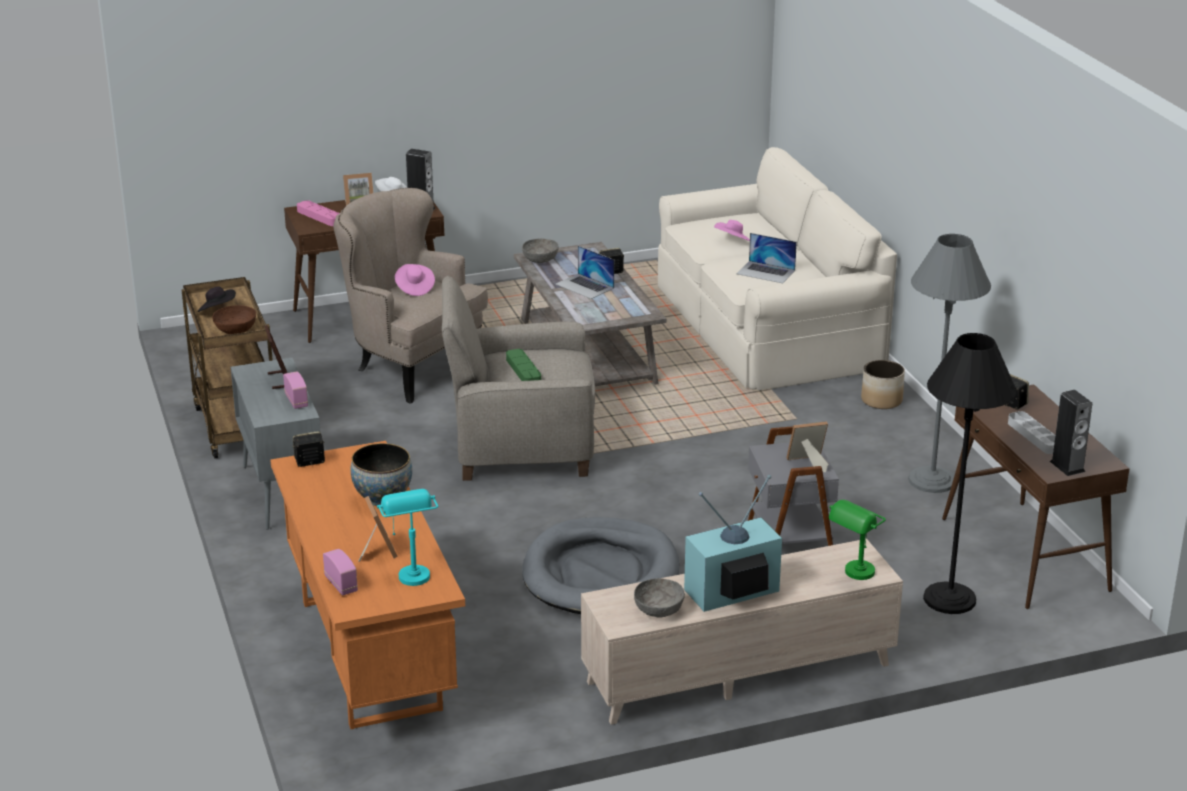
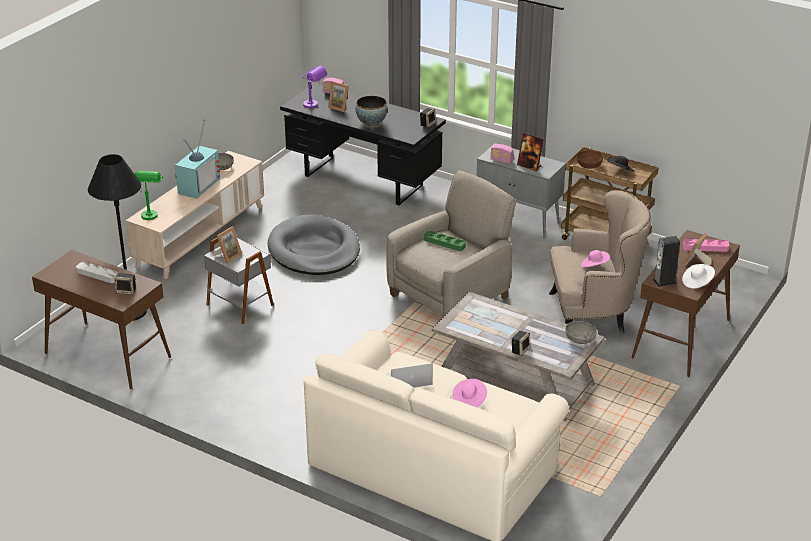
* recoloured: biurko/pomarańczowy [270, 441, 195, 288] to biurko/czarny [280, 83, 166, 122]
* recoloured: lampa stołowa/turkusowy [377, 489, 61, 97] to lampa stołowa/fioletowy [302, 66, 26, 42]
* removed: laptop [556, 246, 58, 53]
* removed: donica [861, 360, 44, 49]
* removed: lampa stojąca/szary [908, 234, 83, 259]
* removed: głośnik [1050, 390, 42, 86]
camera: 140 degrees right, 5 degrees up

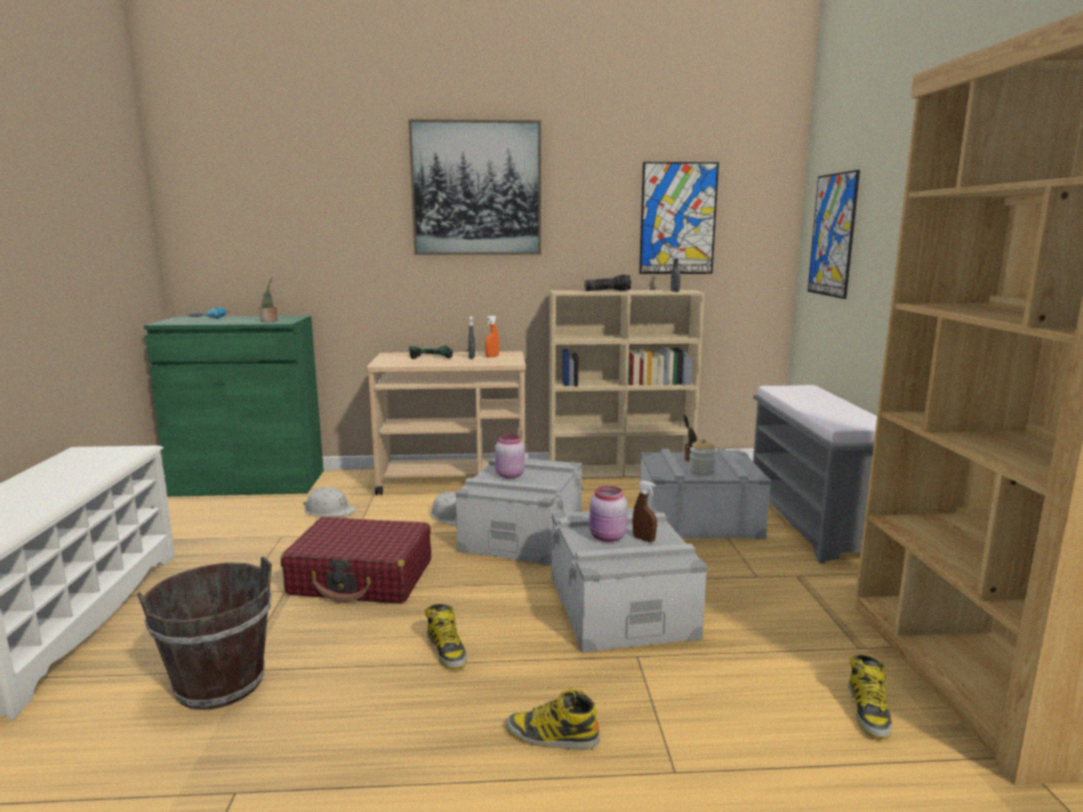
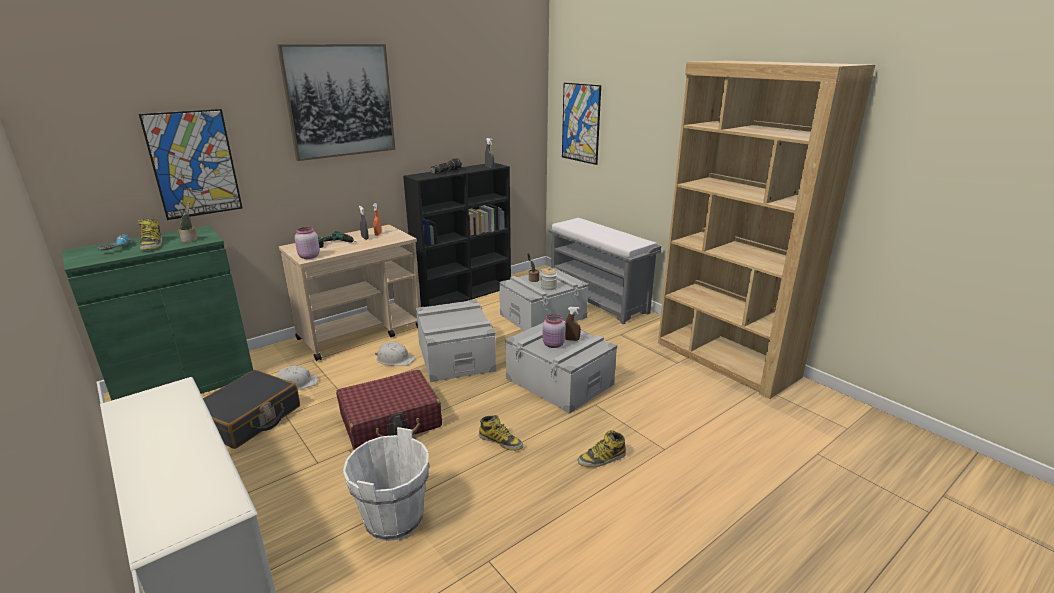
* moved: but z cholewką [848, 655, 44, 84] to [138, 219, 24, 31]
* moved: obraz [639, 162, 80, 112] to [139, 109, 103, 111]
* added: walizka/czarny [203, 370, 97, 79]
* moved: słoik/różowy [495, 434, 30, 44] to [295, 227, 25, 32]
* recoloured: wiadro/brązowy [137, 556, 135, 154] to wiadro/biały [343, 427, 86, 114]
* recoloured: regał/beżowy [549, 290, 156, 189] to regał/czarny [403, 163, 108, 144]
camera: 35 degrees left, 10 degrees up

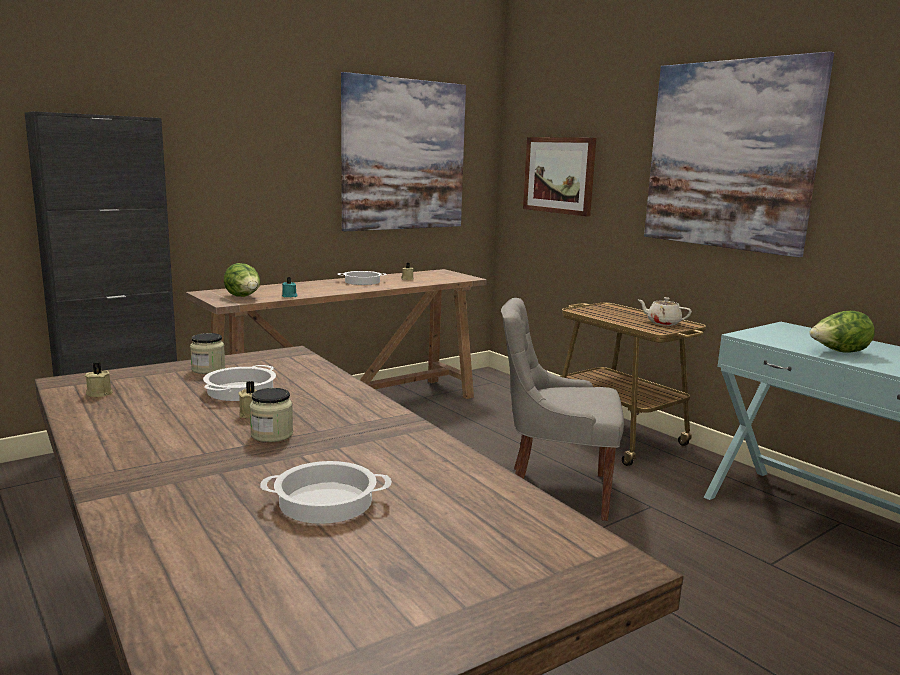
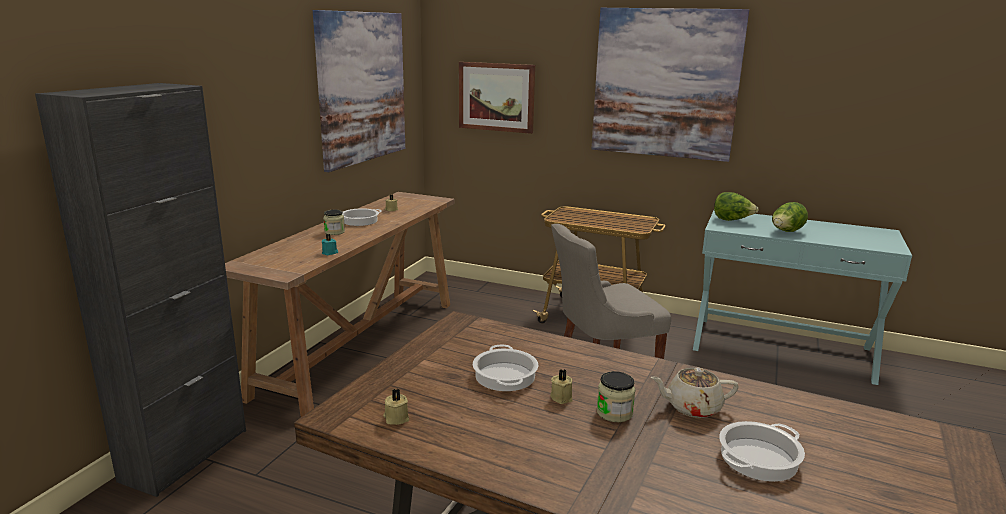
* moved: słoik [190, 333, 35, 41] to [323, 210, 22, 25]
* moved: imbryk/beżowy [638, 297, 54, 29] to [650, 368, 89, 50]
* moved: sałata [224, 263, 36, 34] to [714, 192, 45, 29]
camera: 30 degrees left, 5 degrees up

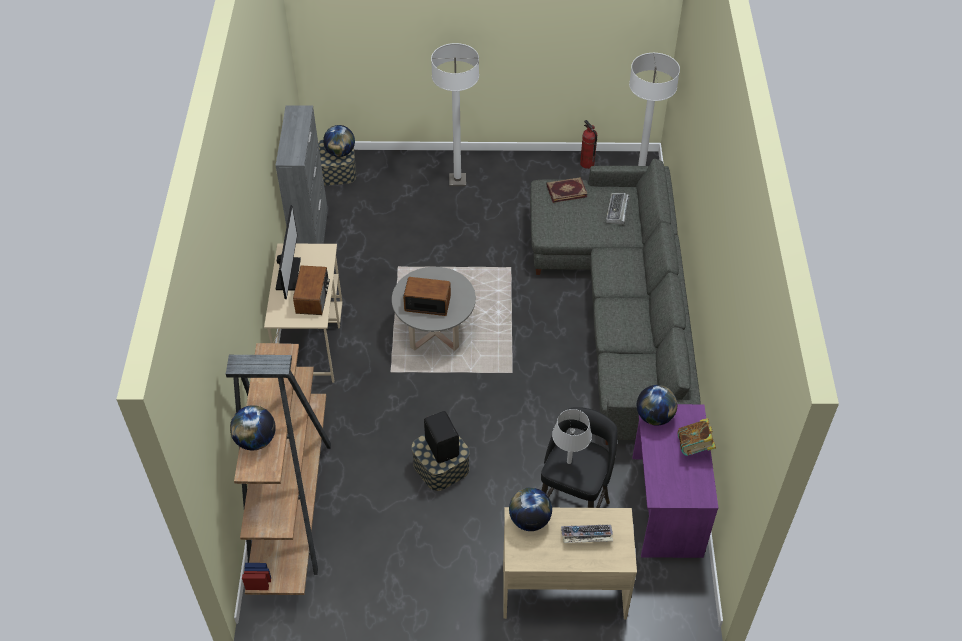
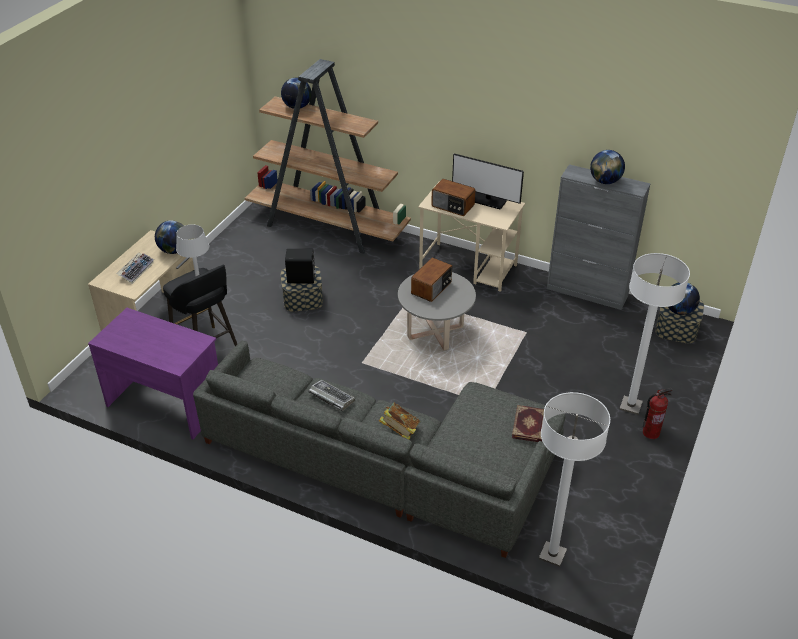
* moved: klawiatura [606, 193, 23, 31] to [308, 380, 47, 31]
* moved: książka [678, 418, 38, 38] to [379, 403, 41, 36]
* moved: globus [637, 385, 40, 41] to [590, 150, 35, 34]
* moved: gaśnica [580, 120, 17, 49] to [643, 388, 29, 51]
camera: 115 degrees right, 10 degrees down

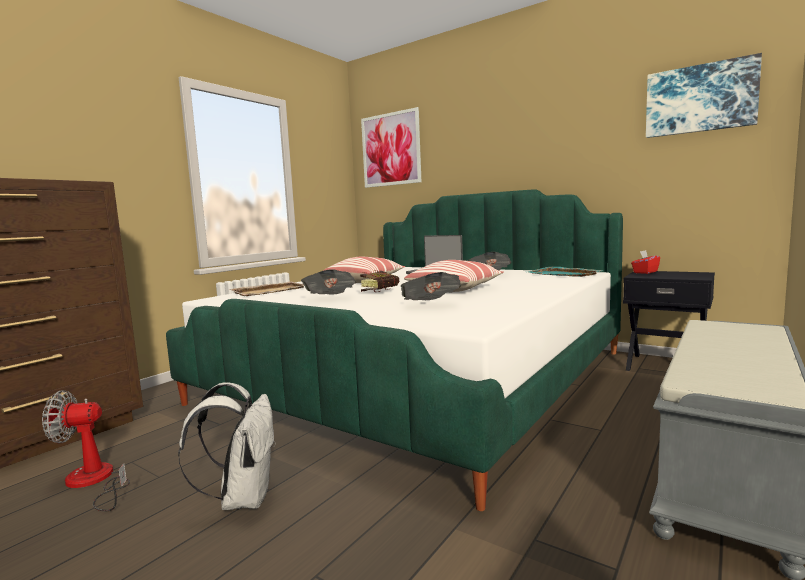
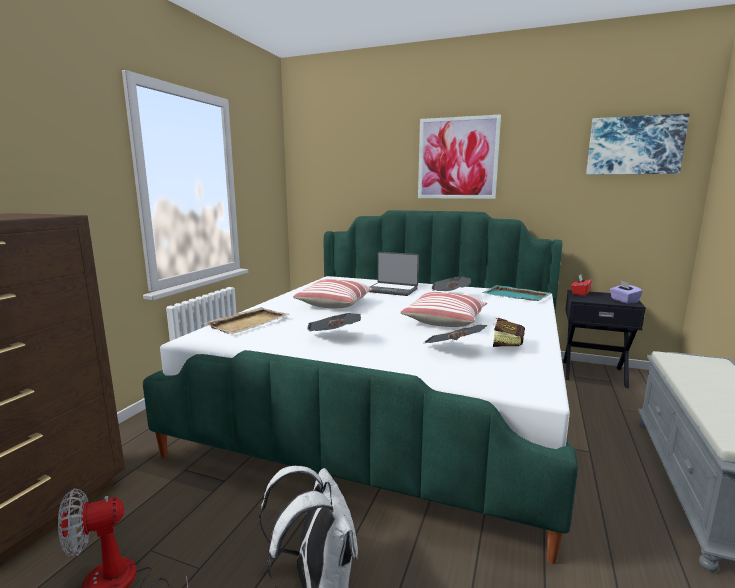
* moved: obraz [361, 107, 60, 81] to [418, 114, 83, 85]
* moved: książka [360, 270, 39, 22] to [493, 318, 32, 29]
* added: pudełko chusteczek/fioletowy [610, 281, 33, 23]
camera: 15 degrees left, 5 degrees up

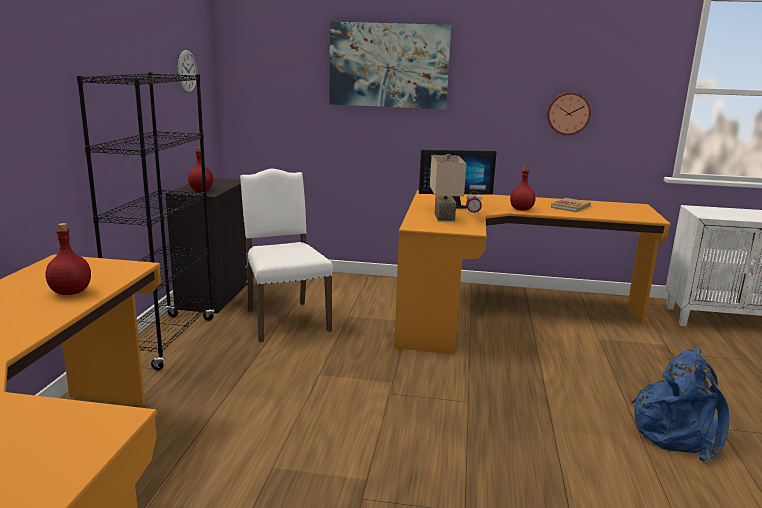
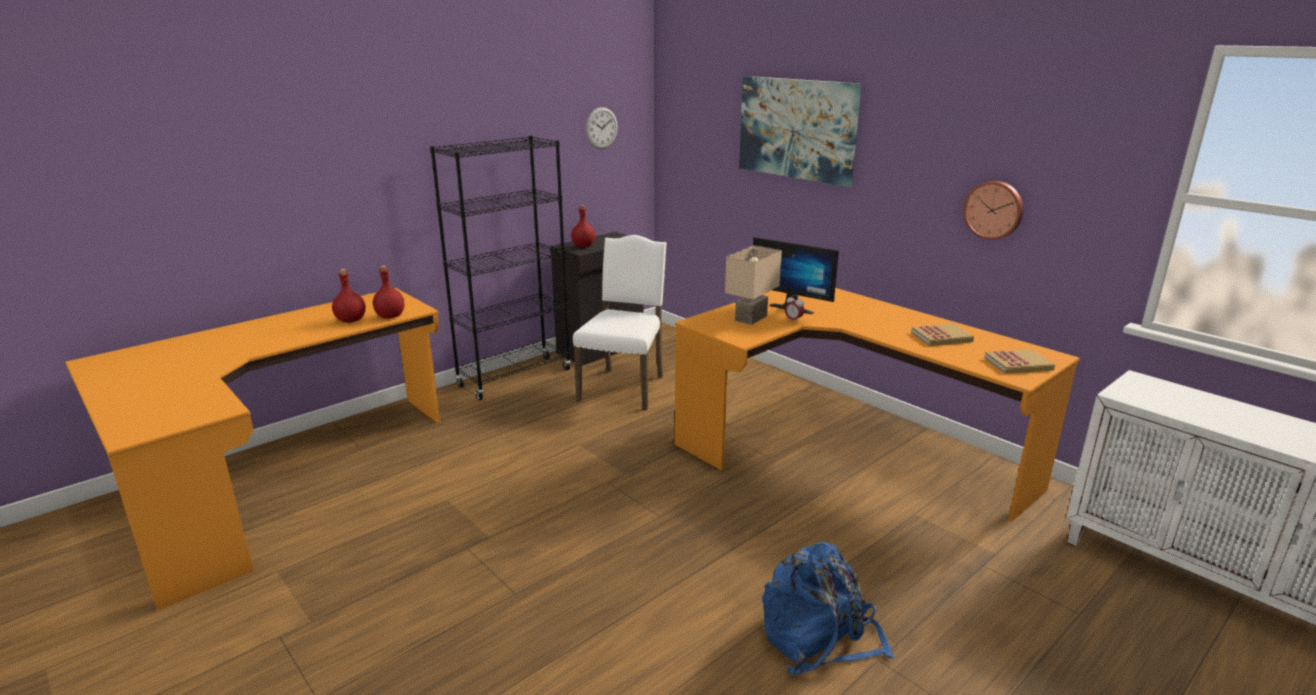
* moved: butelka/czerwony [510, 167, 26, 44] to [373, 266, 32, 53]
* added: książka [985, 349, 70, 25]
camera: 40 degrees right, 5 degrees up

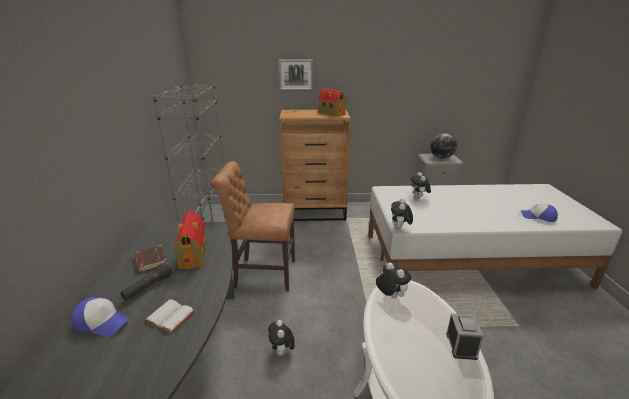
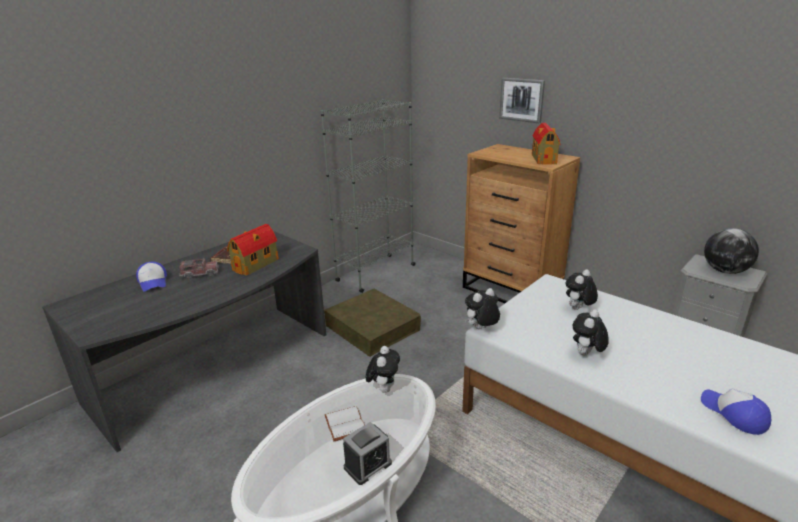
* replaced: latarka/czarny [120, 263, 52, 37] to ciężarówka zabawkowa [179, 258, 40, 21]
* replaced: krzesło/brązowy [211, 161, 84, 130] to pojemnik do przechowywania/brązowy [324, 289, 97, 68]
* moved: książka/biały [144, 299, 52, 34] to [325, 406, 40, 35]
* moved: pluszak [268, 320, 27, 36] to [573, 309, 36, 47]
camera: 45 degrees right, 0 degrees up

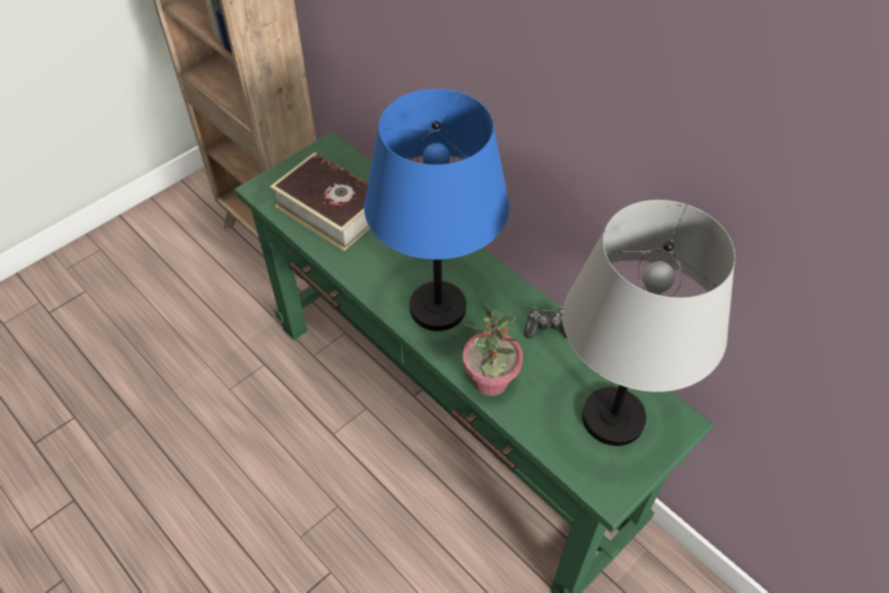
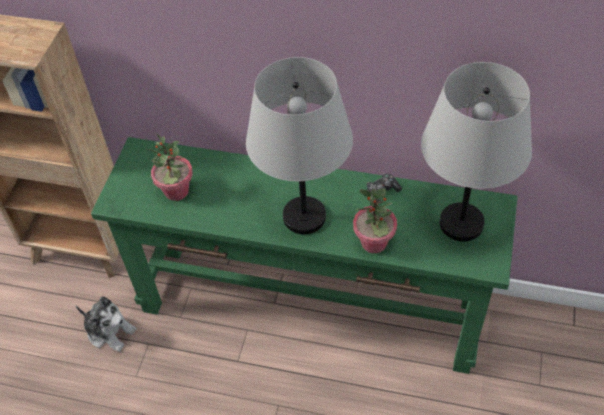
* added: pluszak [76, 296, 60, 56]
* replaced: książka [270, 152, 100, 99] to roślina doniczkowa [147, 133, 46, 68]
* recoloured: lampa stołowa/niebieski [364, 89, 146, 242] to lampa stołowa/szary [246, 57, 107, 177]
camera: 30 degrees left, 0 degrees up

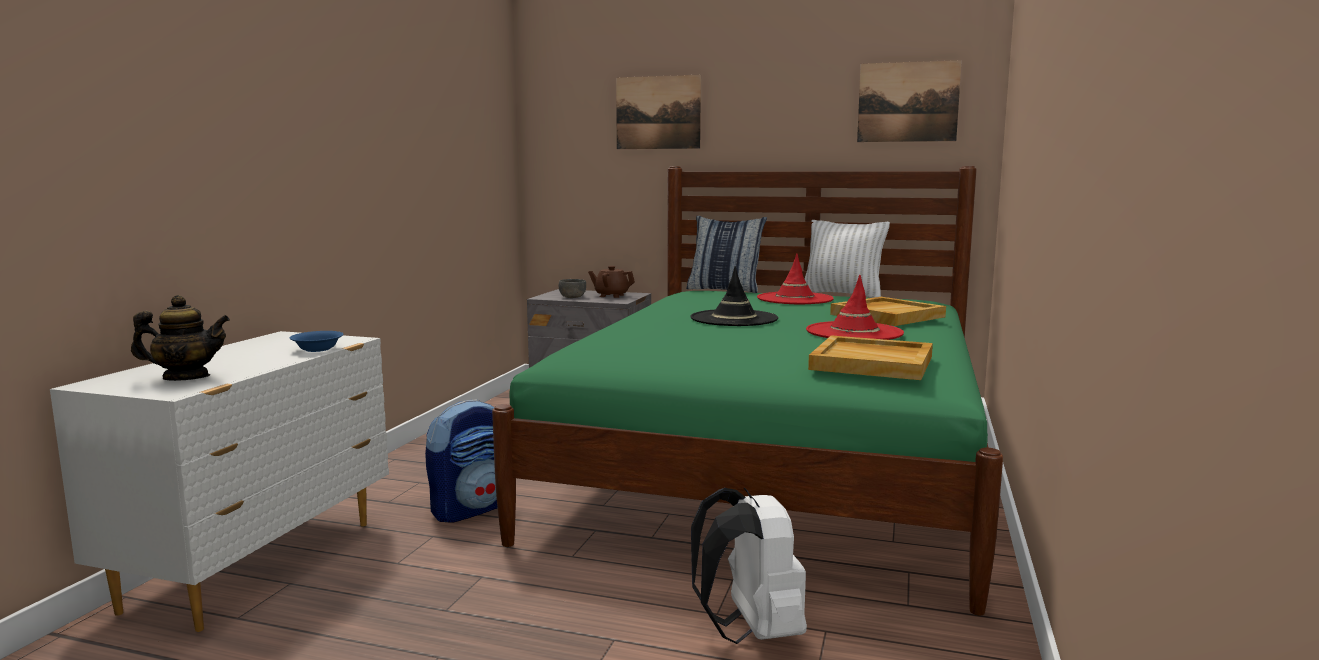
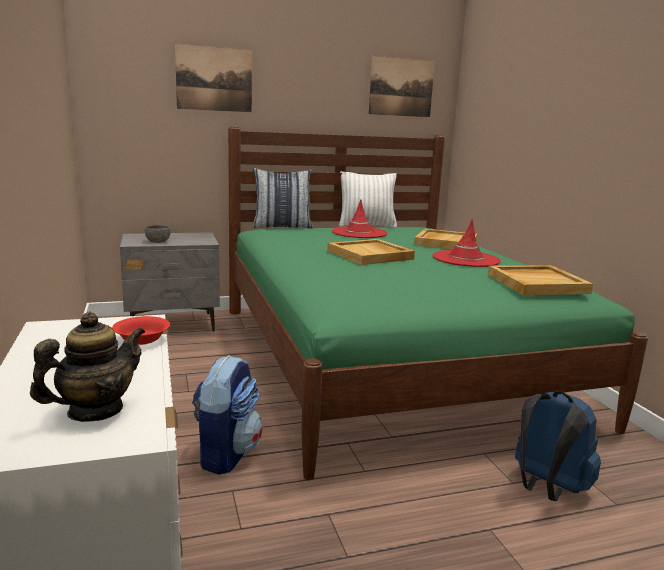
* recoloured: miska/niebieski [289, 331, 55, 21] to miska/czerwony [112, 316, 58, 29]
* replaced: kapelusz/czarny [690, 266, 88, 60] to taca/beżowy [327, 239, 88, 26]
* recoloured: plecak/biały [691, 488, 116, 156] to plecak/niebieski [515, 391, 86, 110]
* removed: imbryk/brązowy [588, 266, 47, 32]
camera: 35 degrees left, 5 degrees up

